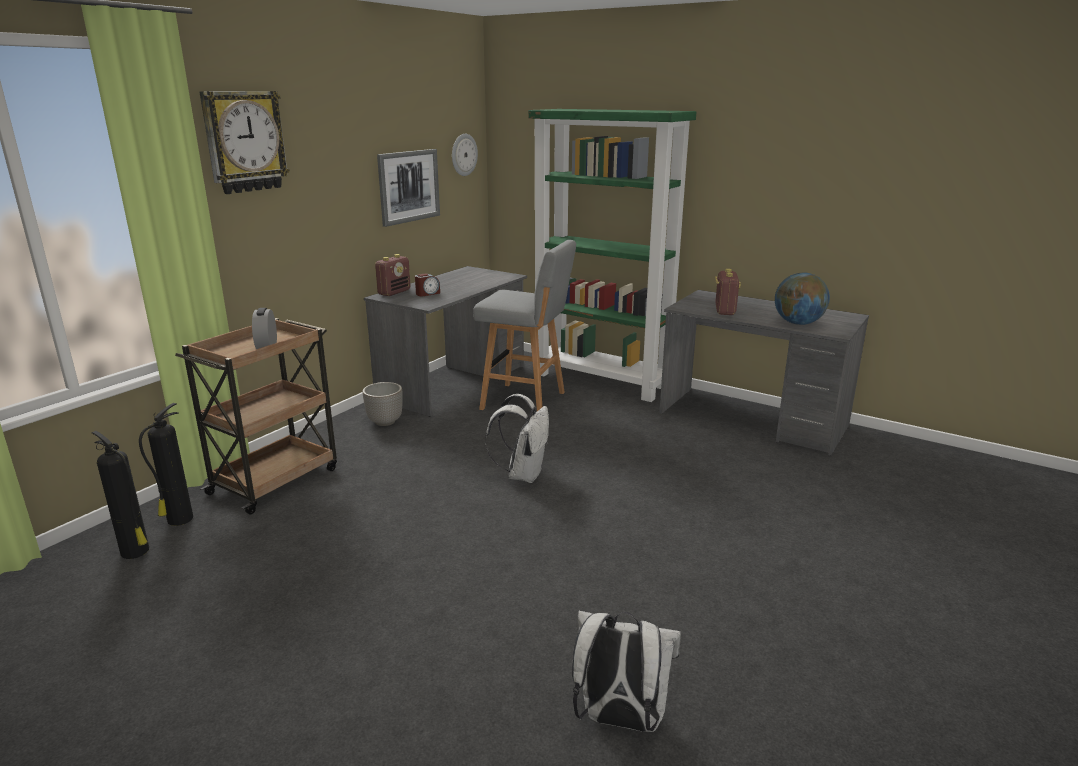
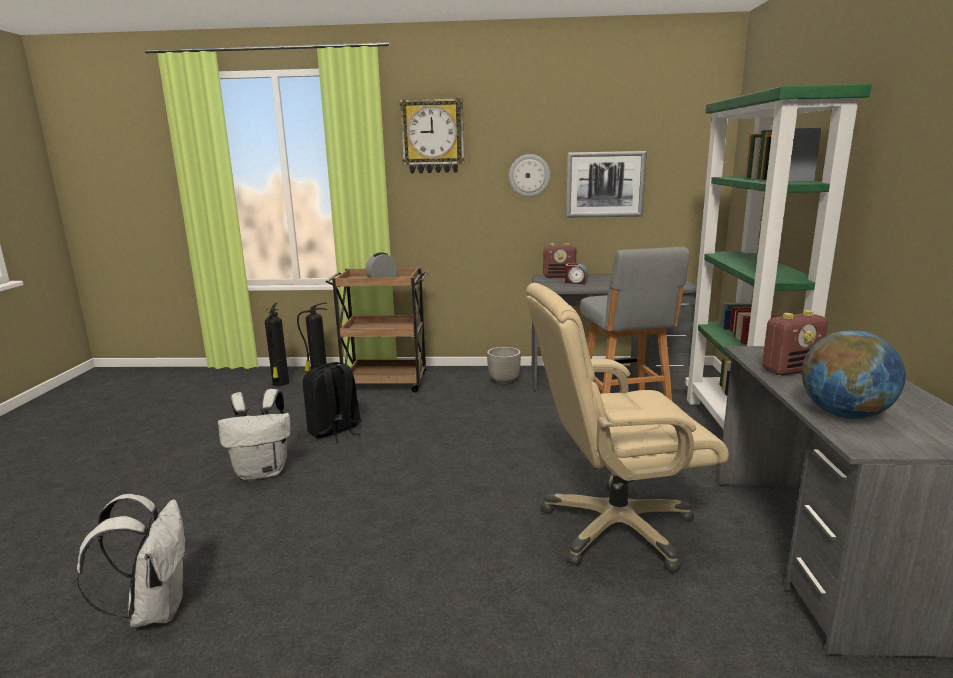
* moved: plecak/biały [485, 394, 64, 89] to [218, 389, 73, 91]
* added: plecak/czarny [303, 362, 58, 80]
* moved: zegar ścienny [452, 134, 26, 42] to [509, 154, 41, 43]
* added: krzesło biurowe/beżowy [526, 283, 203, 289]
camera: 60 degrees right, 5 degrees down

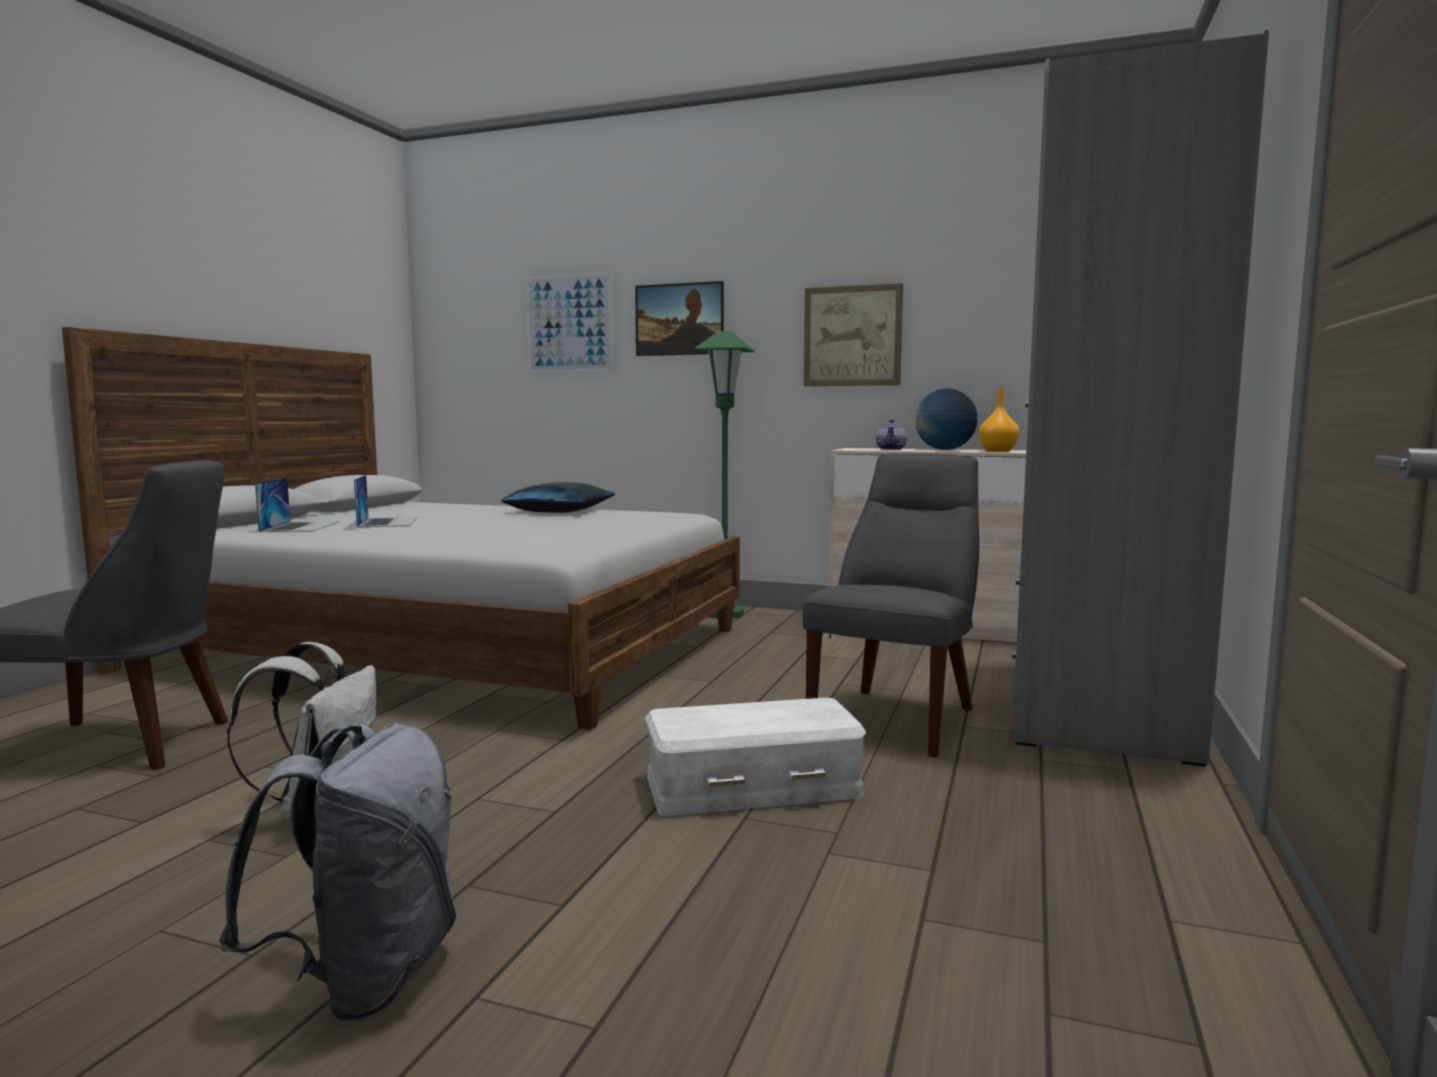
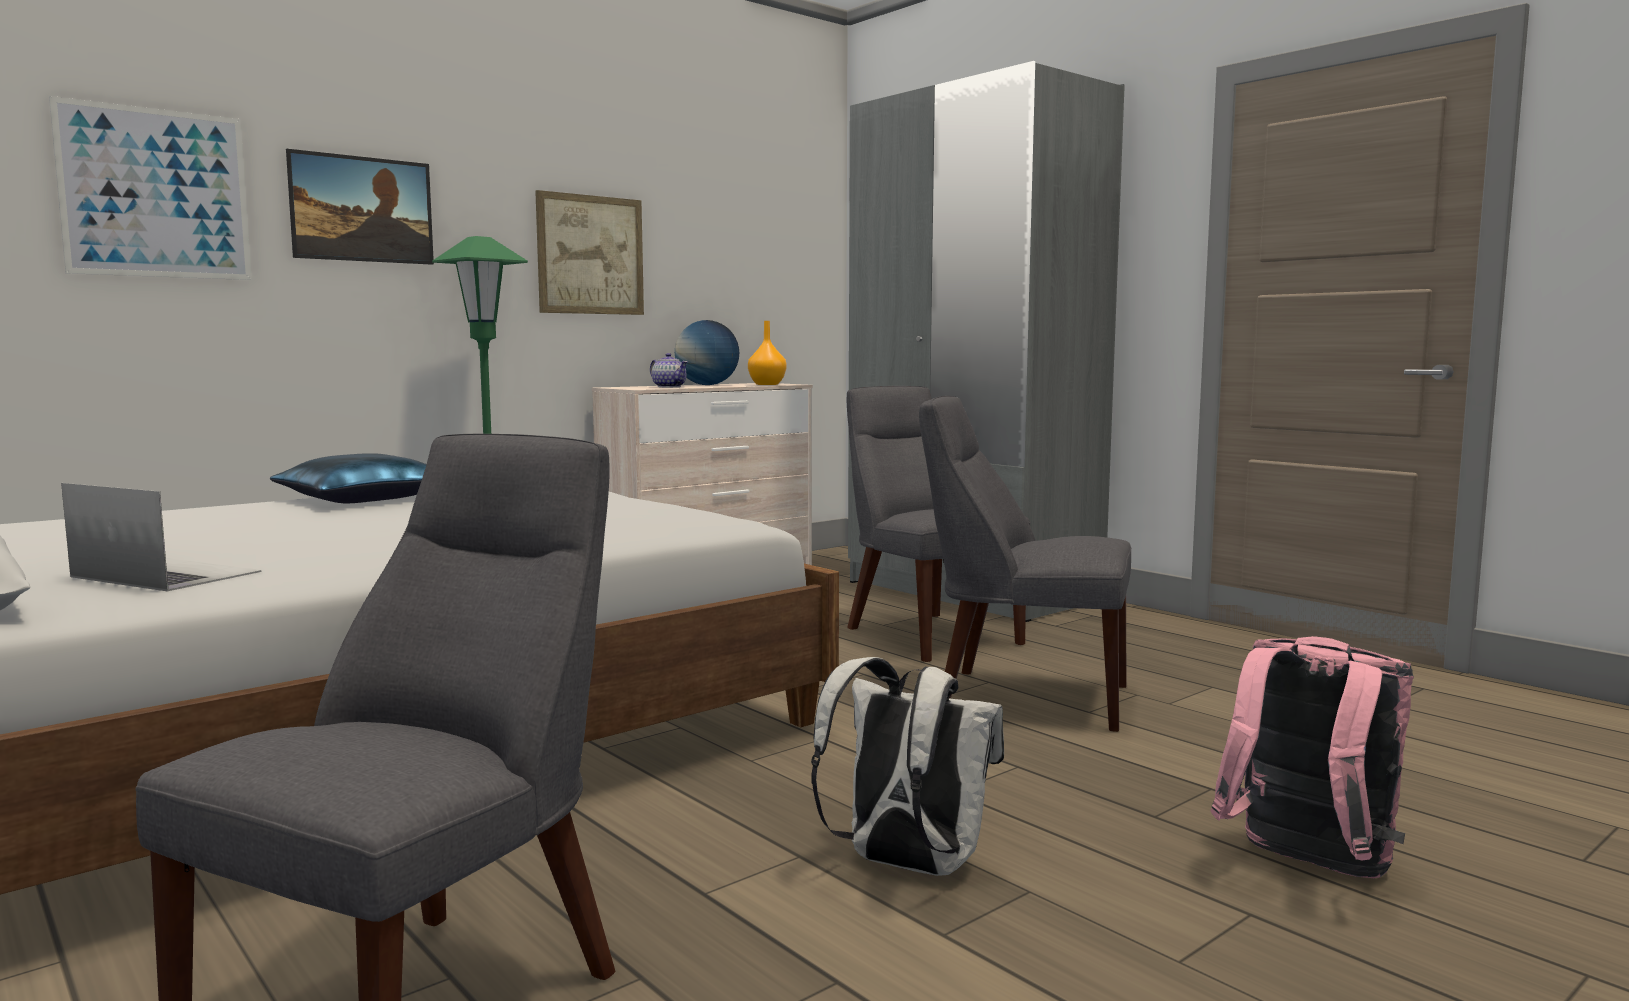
* replaced: pojemnik do przechowywania/biały [645, 698, 221, 118] to krzesło/szary [919, 396, 212, 336]
* recoloured: plecak/szary [219, 723, 237, 299] to plecak/różowy [1210, 636, 204, 242]
* removed: laptop [354, 475, 63, 52]
camera: 60 degrees left, 0 degrees up

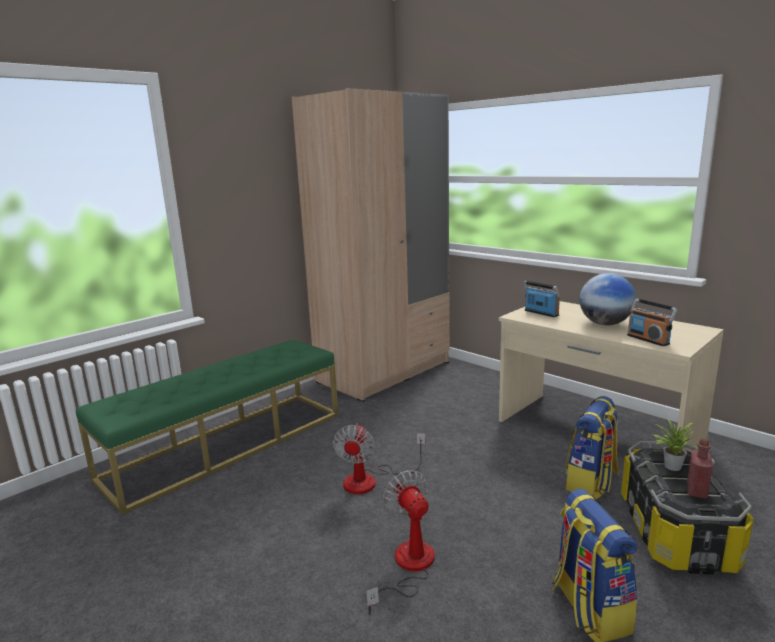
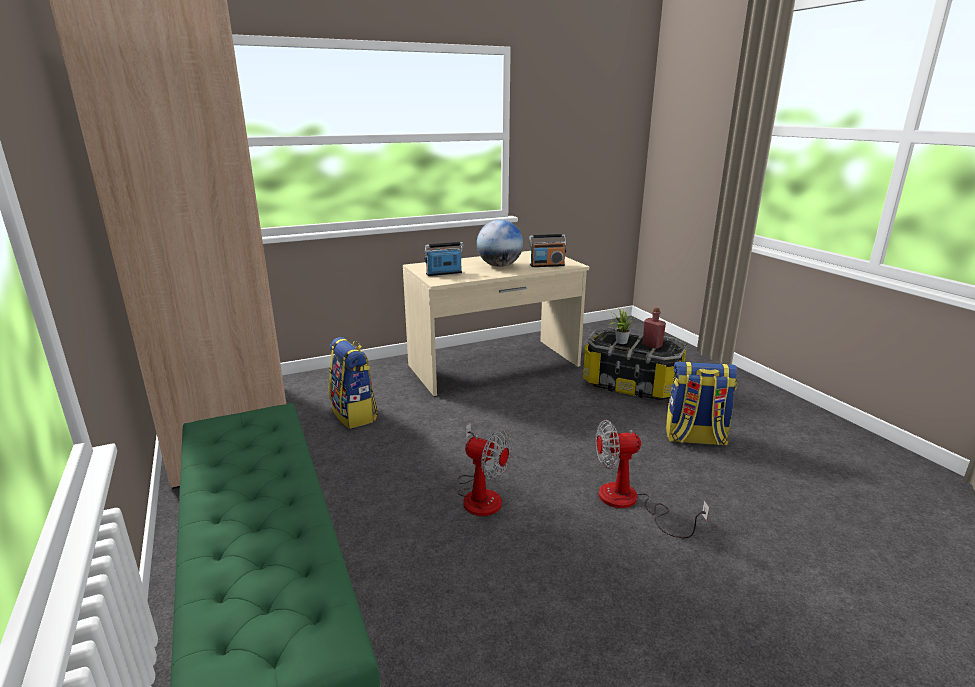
* moved: plecak [566, 396, 53, 103] to [329, 337, 49, 92]
camera: 70 degrees left, 5 degrees up

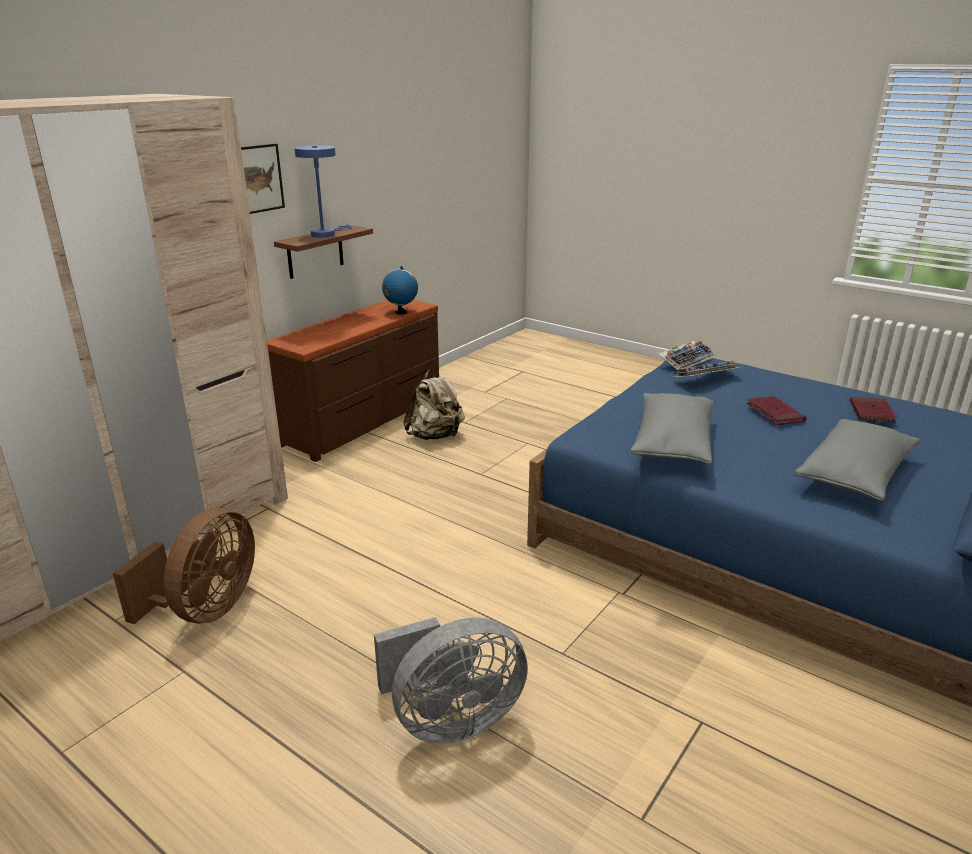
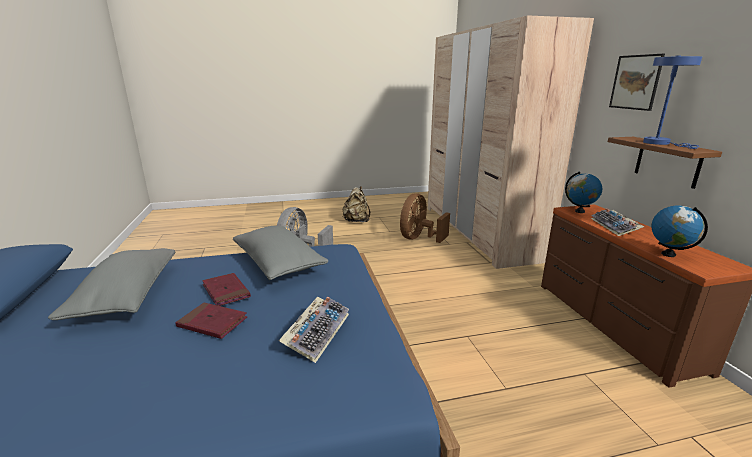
* moved: książka/czerwony [850, 397, 47, 25] to [202, 273, 49, 33]
* moved: plecak/beżowy [404, 369, 61, 71] to [343, 186, 27, 36]
* turned: wentylator/brązowy [113, 508, 142, 116] = [400, 193, 50, 50] 60 degrees clockwise
* added: globus [565, 172, 37, 41]
* moved: klawiatura [658, 341, 56, 29] to [591, 208, 53, 28]
camera: 130 degrees right, 5 degrees down

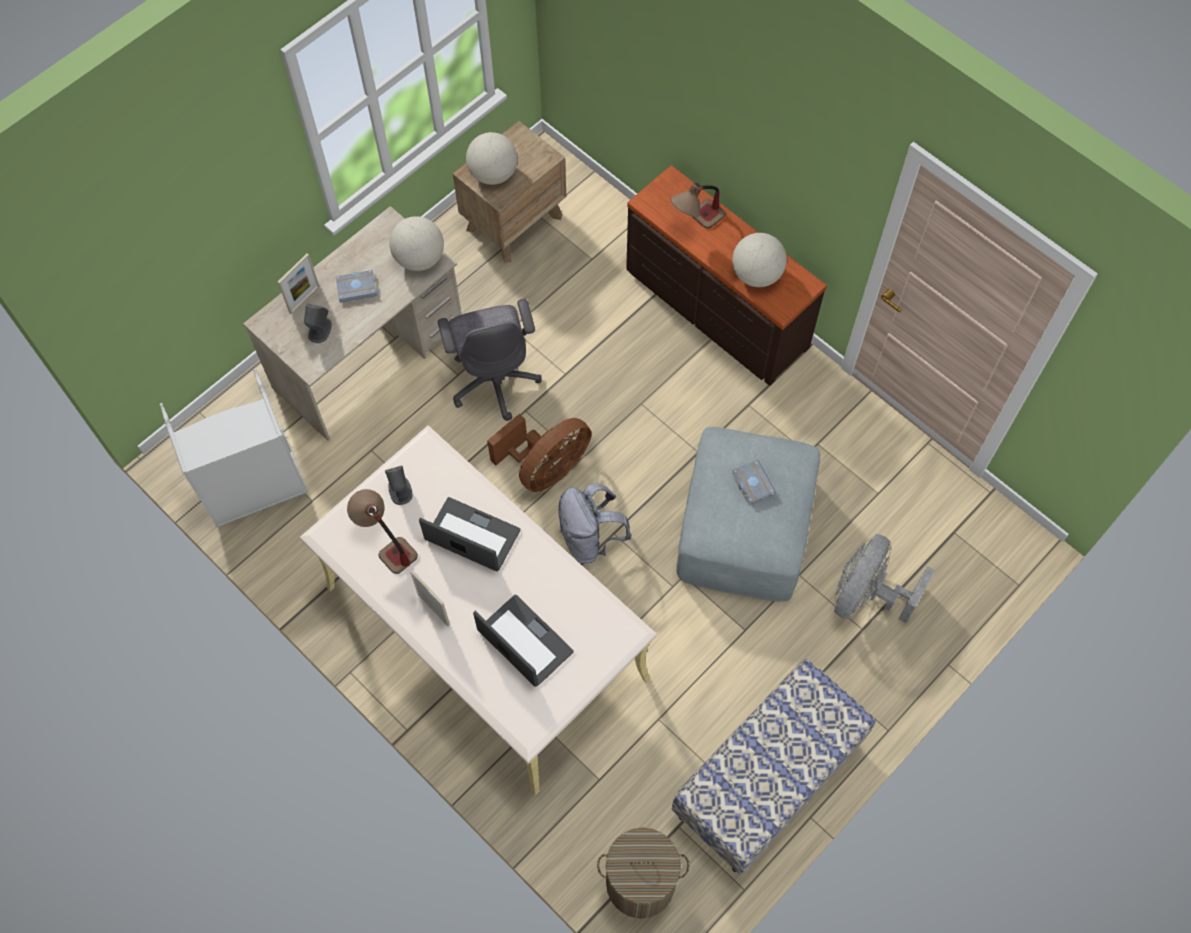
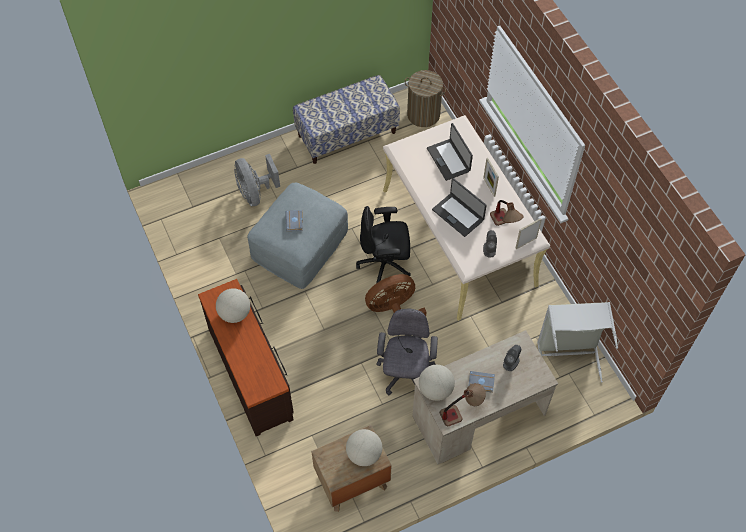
* turned: wentylator/szary [834, 534, 101, 89] = [234, 154, 46, 52] 105 degrees clockwise
* replaced: plecak/szary [558, 483, 73, 81] to krzesło biurowe/czarny [356, 206, 55, 77]
* moved: lampa stołowa [670, 182, 55, 47] to [440, 383, 46, 43]
* moved: ramka na zdjęcie [278, 253, 42, 61] to [516, 218, 26, 31]
camera: 160 degrees left, 5 degrees down

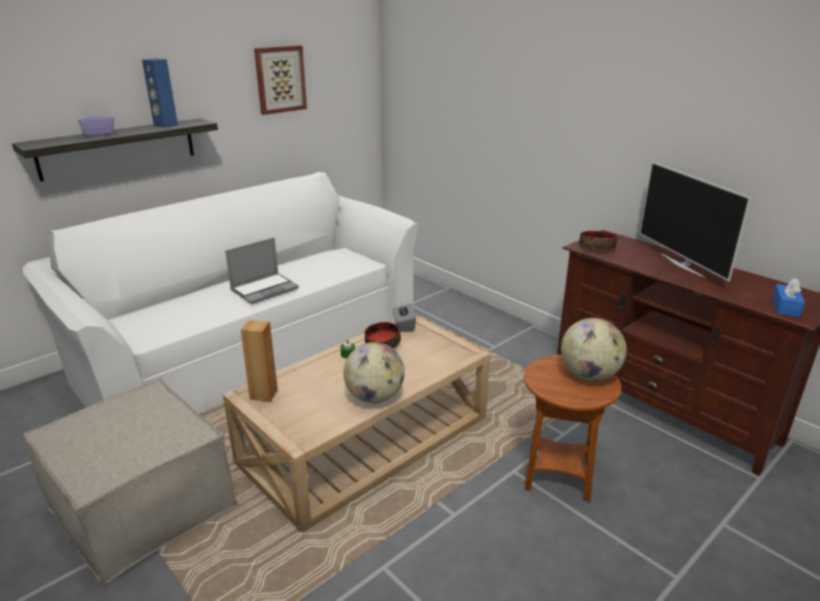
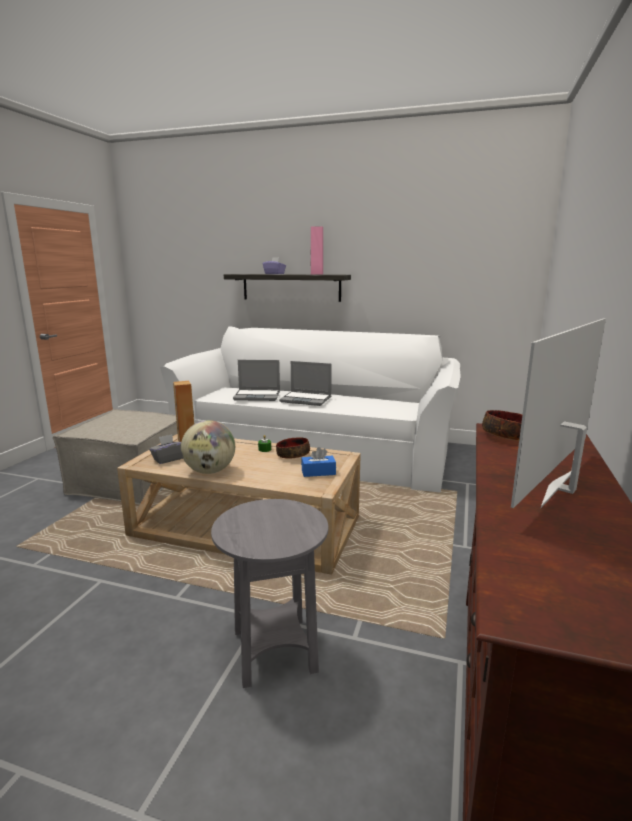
* moved: pudełko chusteczek/szary [393, 301, 23, 31] to [149, 434, 34, 30]
* recoloured: stolik/brązowy [524, 355, 97, 146] to stolik/szary [211, 499, 117, 189]
* added: laptop [233, 360, 47, 41]
* moved: pudełko chusteczek/niebieski [772, 278, 33, 39] to [301, 447, 35, 30]
* recoloured: głośnik/niebieski [142, 58, 36, 70] to głośnik/różowy [310, 227, 13, 48]
* removed: obraz [254, 45, 53, 70]
* removed: globus [561, 318, 66, 63]
camera: 60 degrees right, 10 degrees down

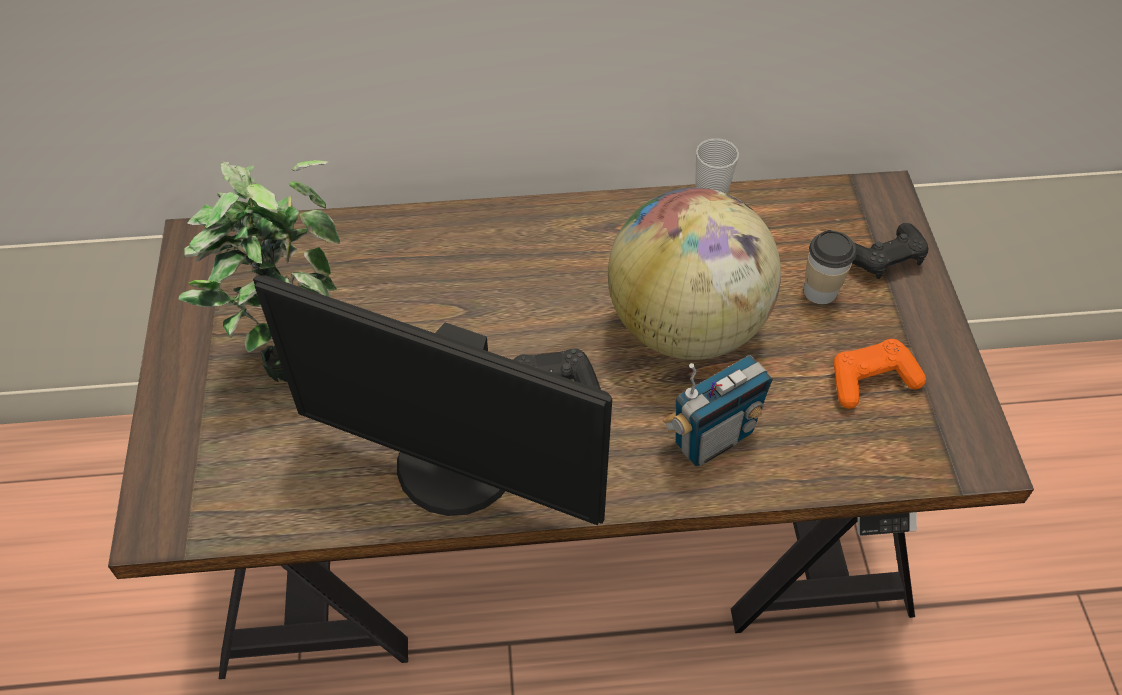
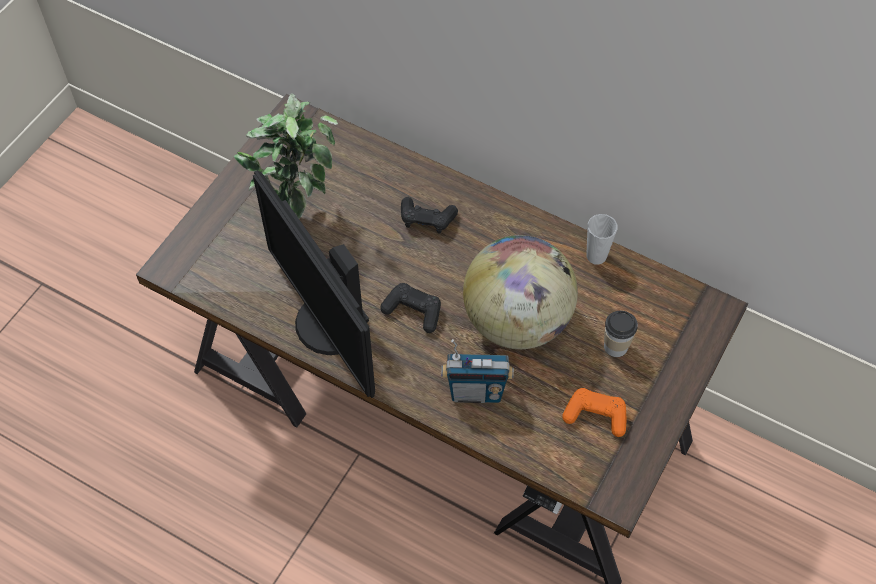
* moved: pad do gier/czarny [852, 223, 76, 56] to [401, 197, 57, 37]
camera: 35 degrees right, 5 degrees up

